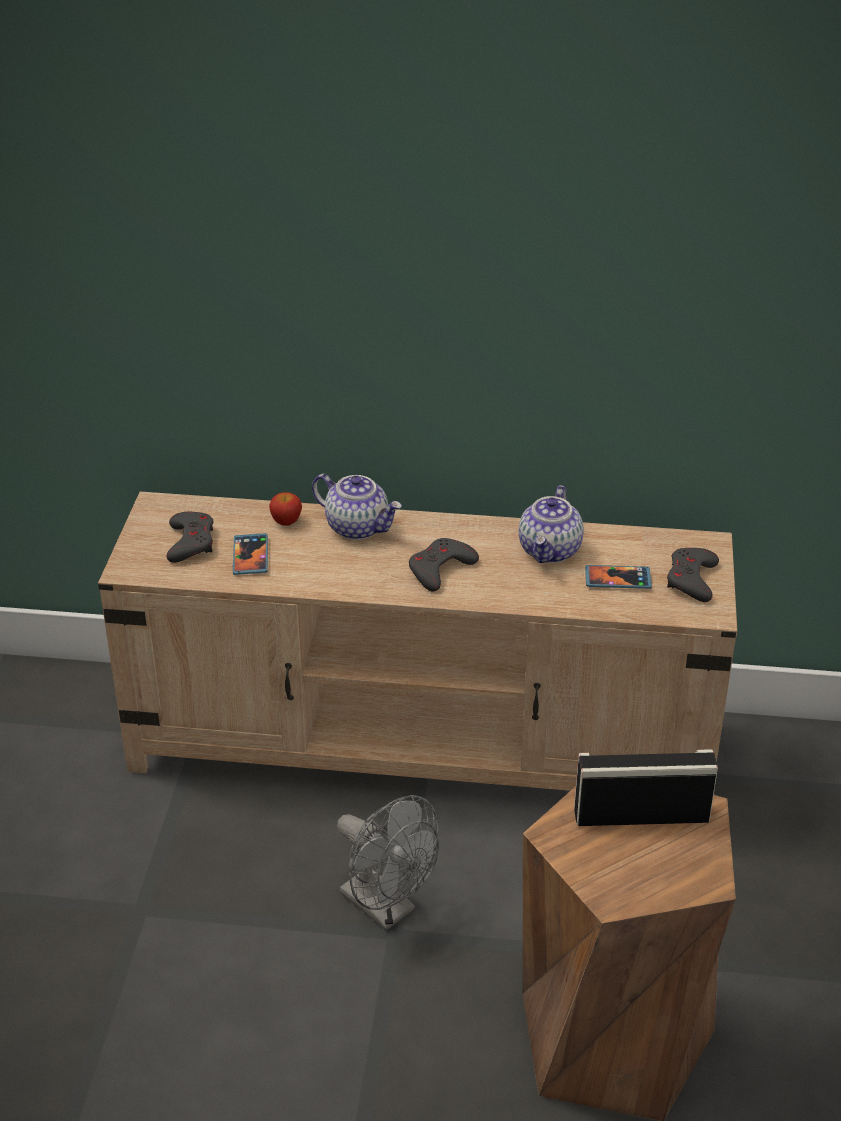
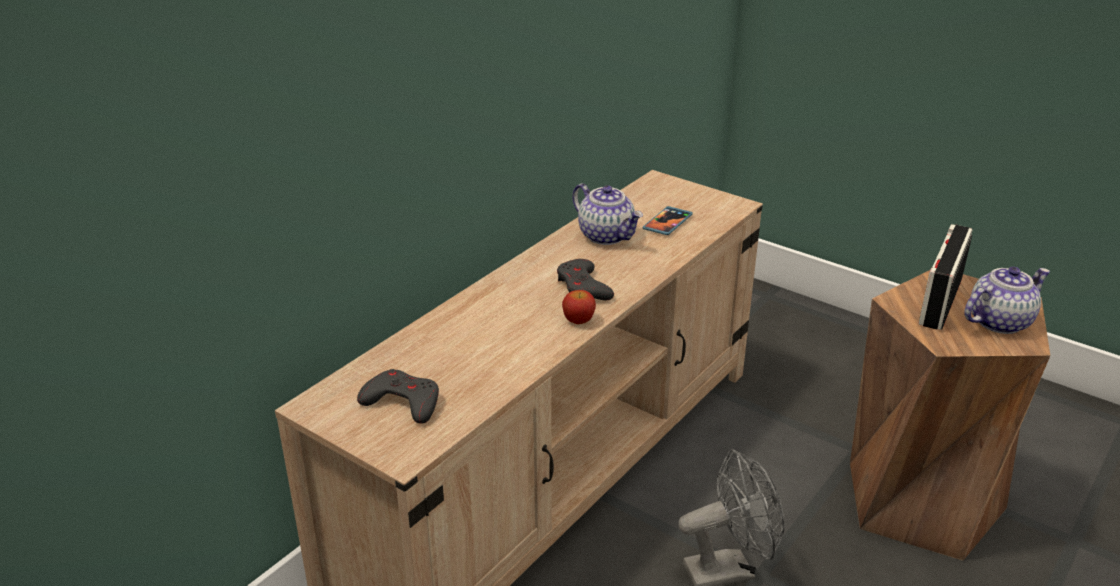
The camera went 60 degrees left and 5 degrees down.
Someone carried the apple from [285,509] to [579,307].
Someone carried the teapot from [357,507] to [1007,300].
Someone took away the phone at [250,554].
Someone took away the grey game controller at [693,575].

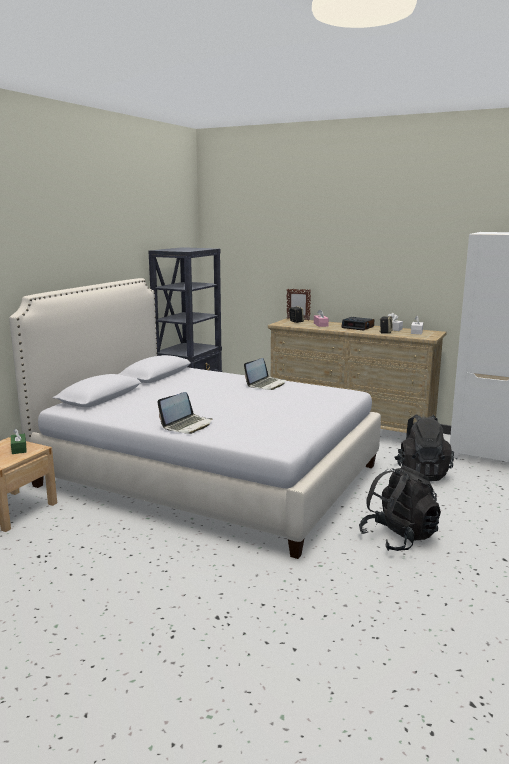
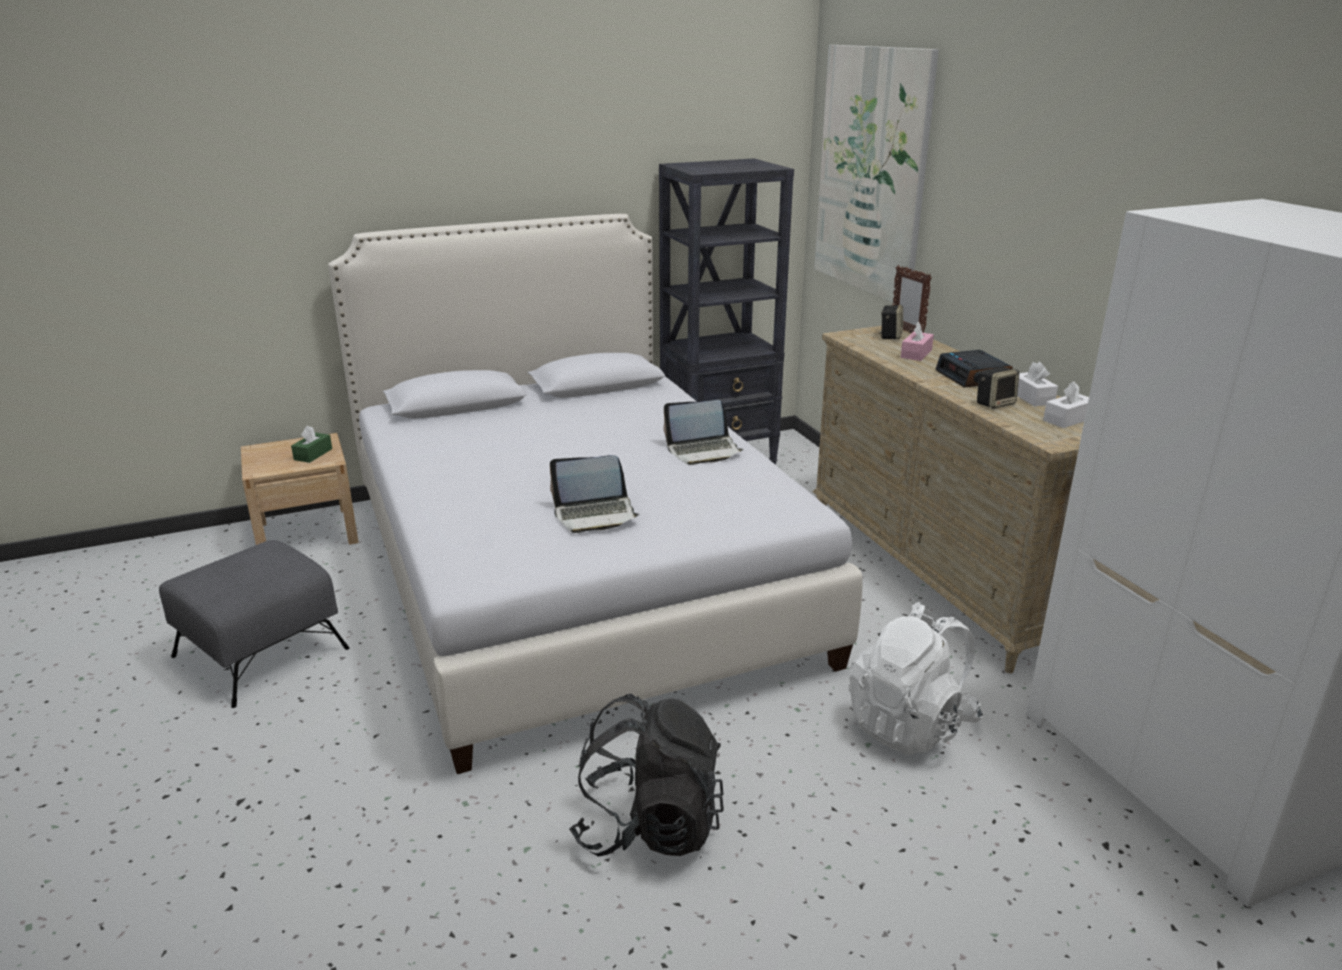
The camera went 40 degrees right and 10 degrees up.
Someone put down the grey ottoman at [254,624].
Someone carried the laptop from [185,413] to [594,494].
Someone put up the picture at [876,173].
Someone repainted the black backpack at [424,447], which became the white backpack at [916,678].

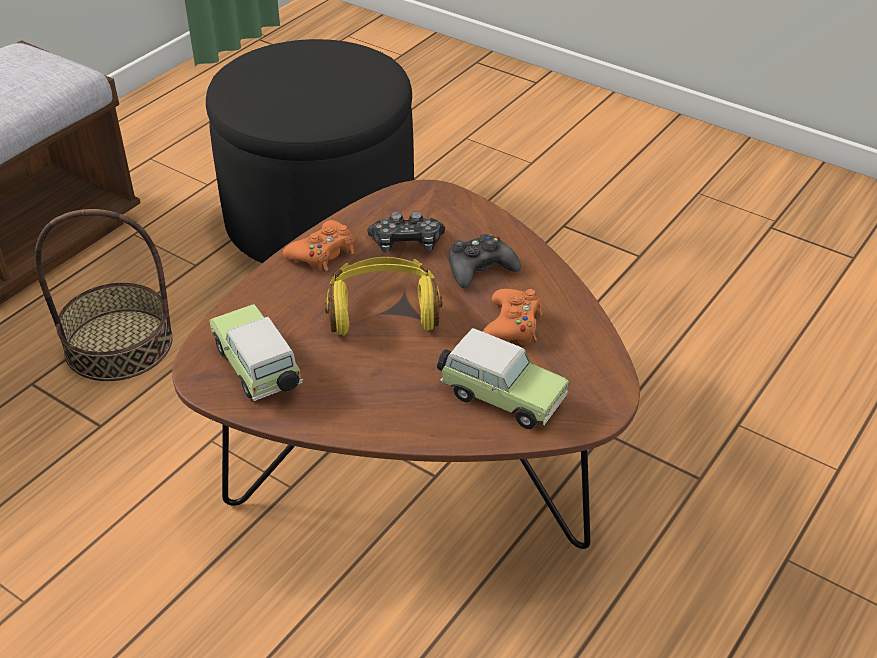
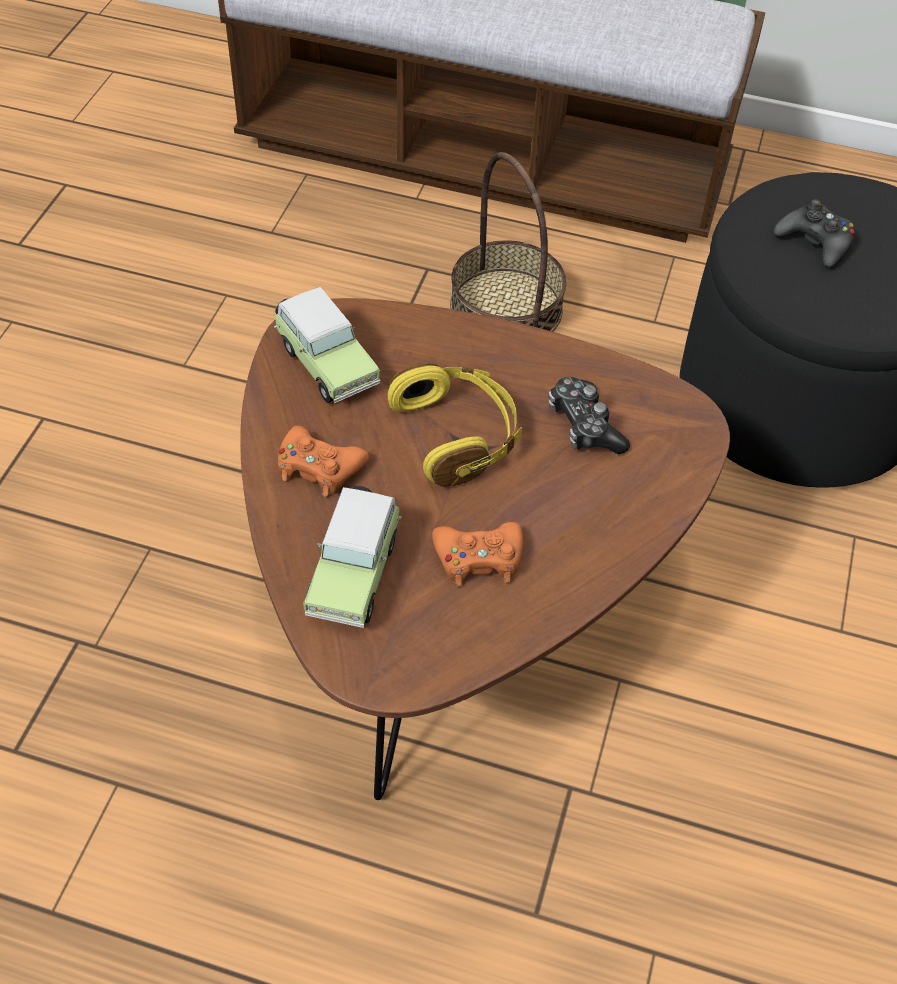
The camera went 70 degrees right and 10 degrees up.
Someone rotated the toy car at [256,352] by 105 degrees clockwise.
Someone carried the orange game controller from [319,246] to [323,461].
Someone carried the black game controller from [485,261] to [814,233].

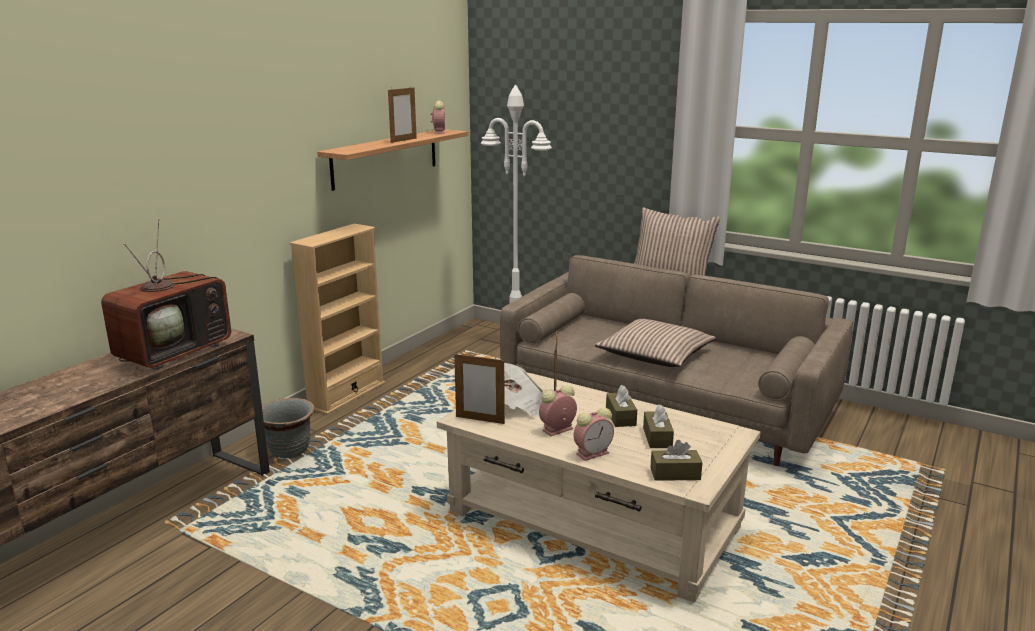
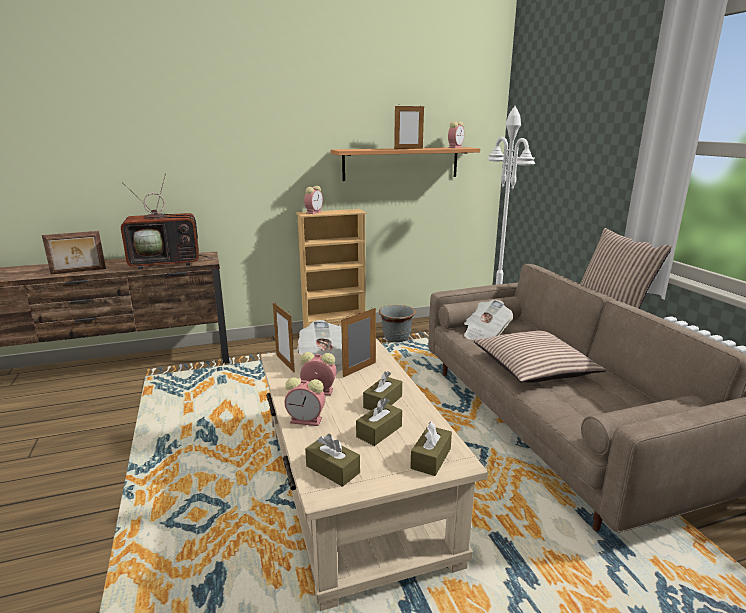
The camera went 40 degrees right and 0 degrees up.
Someone put down the picture frame at [74,253].
Someone put down the alarm clock at [313,199].
Someone carried the grey planter from [288,428] to [397,323].
Someone put down the brown tissue box at [431,449].
Someone put down the newspaper at [488,320].

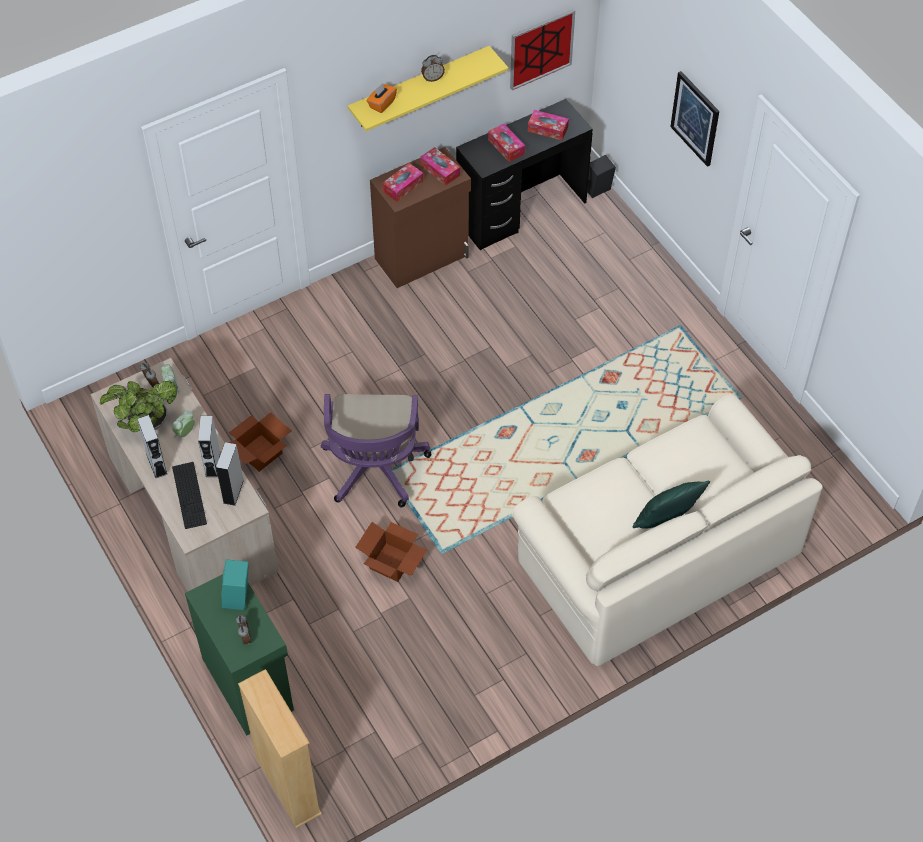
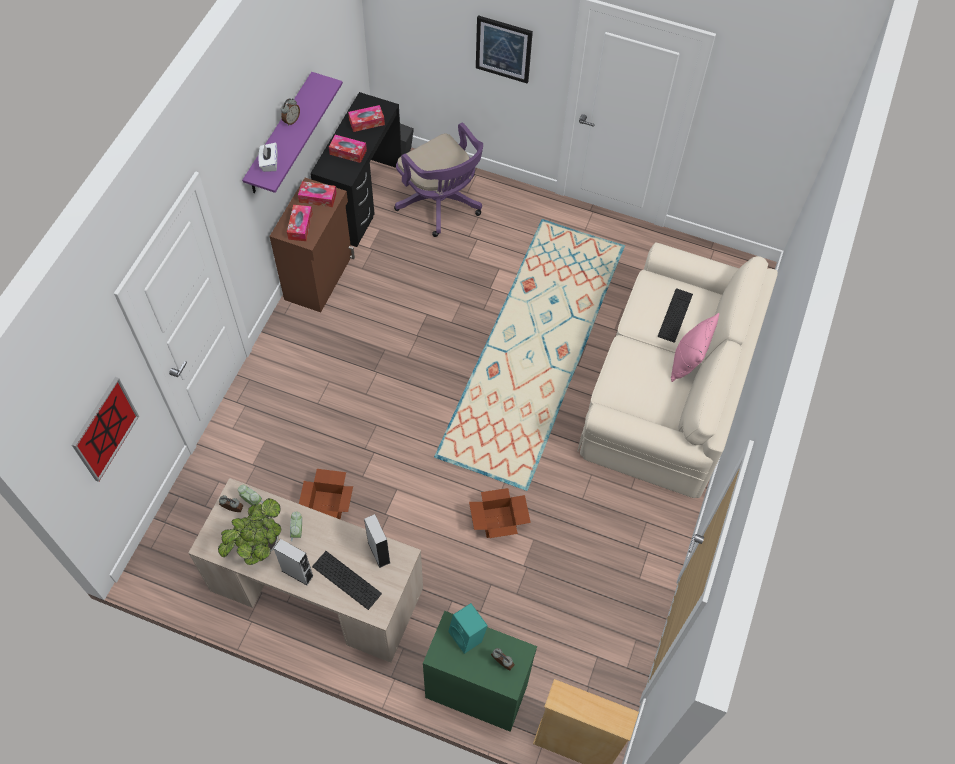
The camera went 40 degrees left and 5 degrees up.
Someone carried the picture from [542,49] to [105,429].
Someone repainted the yellow shelf at [428,88], which became the purple shelf at [292,132].
Someone repainted the orange tissue box at [382,98], which became the white tissue box at [268,157].
Someone carried the purple office chair from [376,450] to [438,180].
Someone put down the keyboard at [675,315].
Someone repainted the green pillow at [671,505], which became the pink pillow at [695,347].
Someone took away the grey speaker at [209,446].

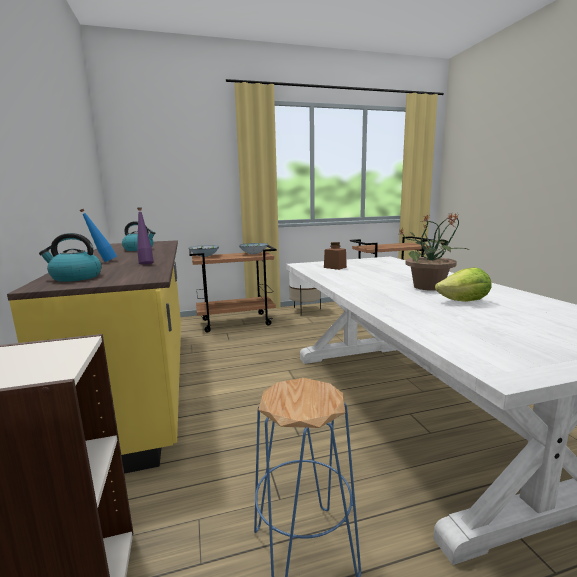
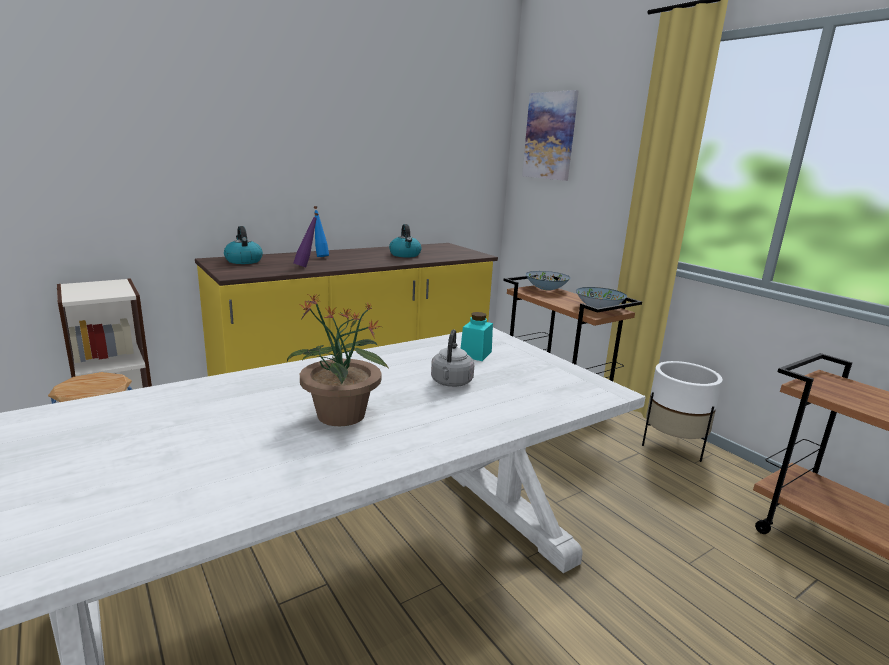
The camera went 70 degrees right and 5 degrees up.
Someone put down the grey kettle at [452,358].
Someone repainted the brown jar at [335,256], which became the turquoise jar at [477,336].
Someone put up the picture at [550,135].
Someone took away the lettuce at [463,284].

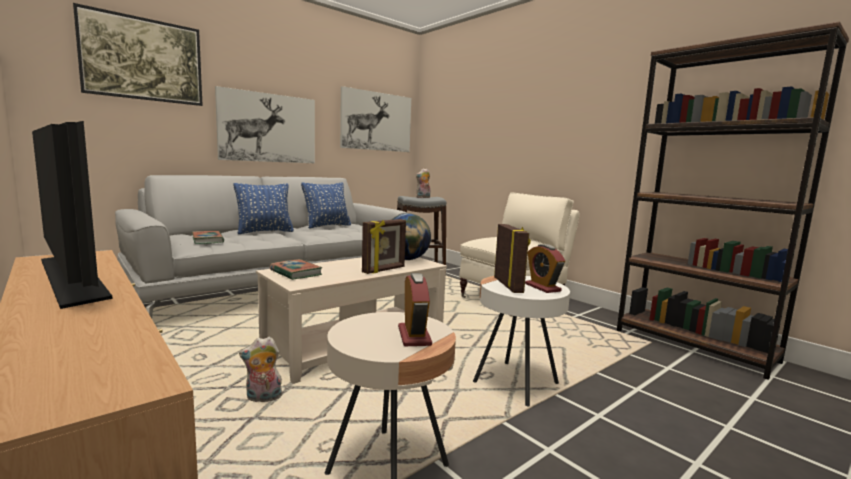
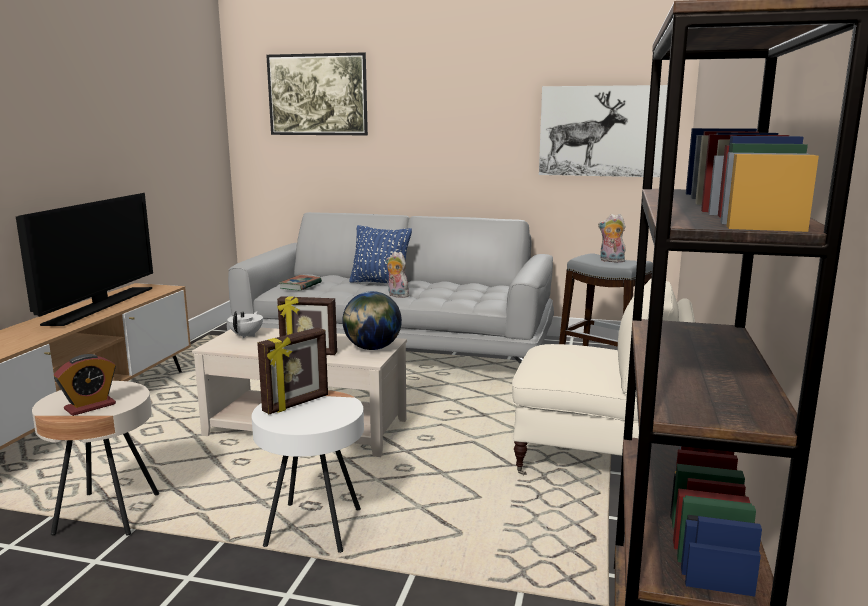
The camera went 55 degrees right and 5 degrees up.
Someone swapped the book at [296,269] for the white teapot at [245,324].
Someone carried the plush toy from [260,369] to [398,274].
Someone took away the picture at [265,124].
Someone took away the blue pillow at [326,205].
Someone took away the alarm clock at [545,268].

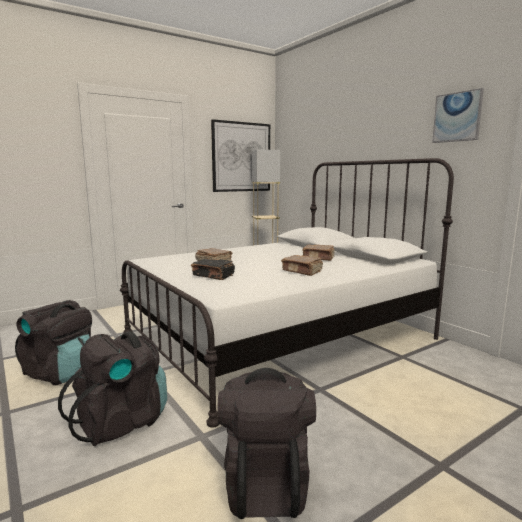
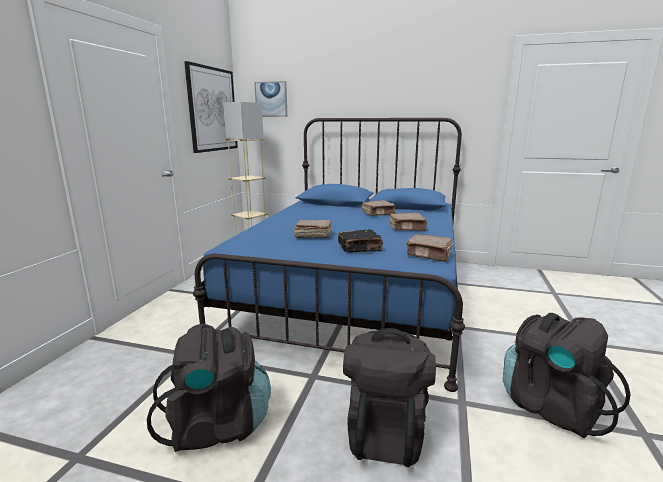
The camera went 40 degrees left and 5 degrees up.
Someone repainted the white bed at [287,293], which became the blue bed at [329,255].
Someone carried the picture from [458,115] to [270,99].
Someone put down the brown book at [429,248].

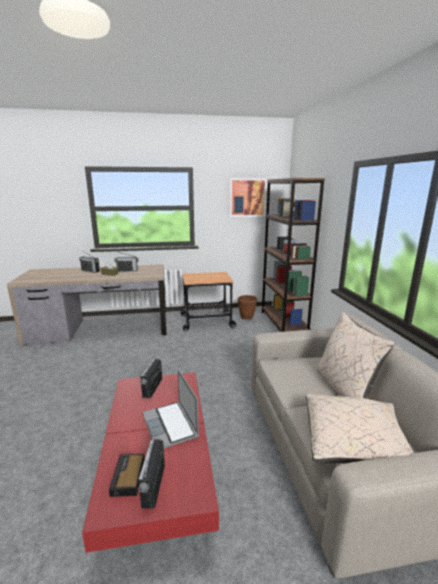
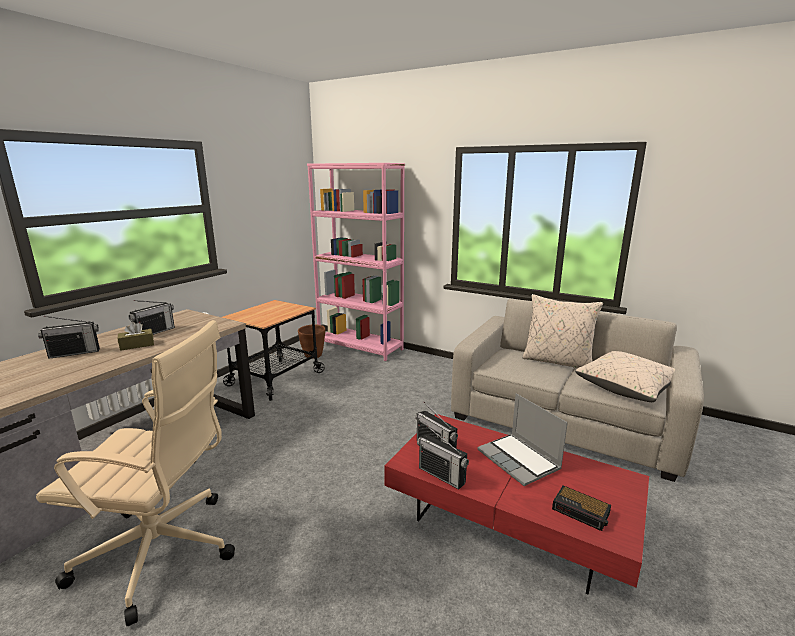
The camera went 50 degrees left and 0 degrees up.
Someone put down the beige office chair at [135,473].
Someone repainted the brown bookcase at [293,255], which became the pink bookcase at [356,262].
Someone carried the radio from [151,470] to [443,458].
Someone rotated the laptop at [170,408] by 45 degrees clockwise.
Someone took away the picture at [248,197].

